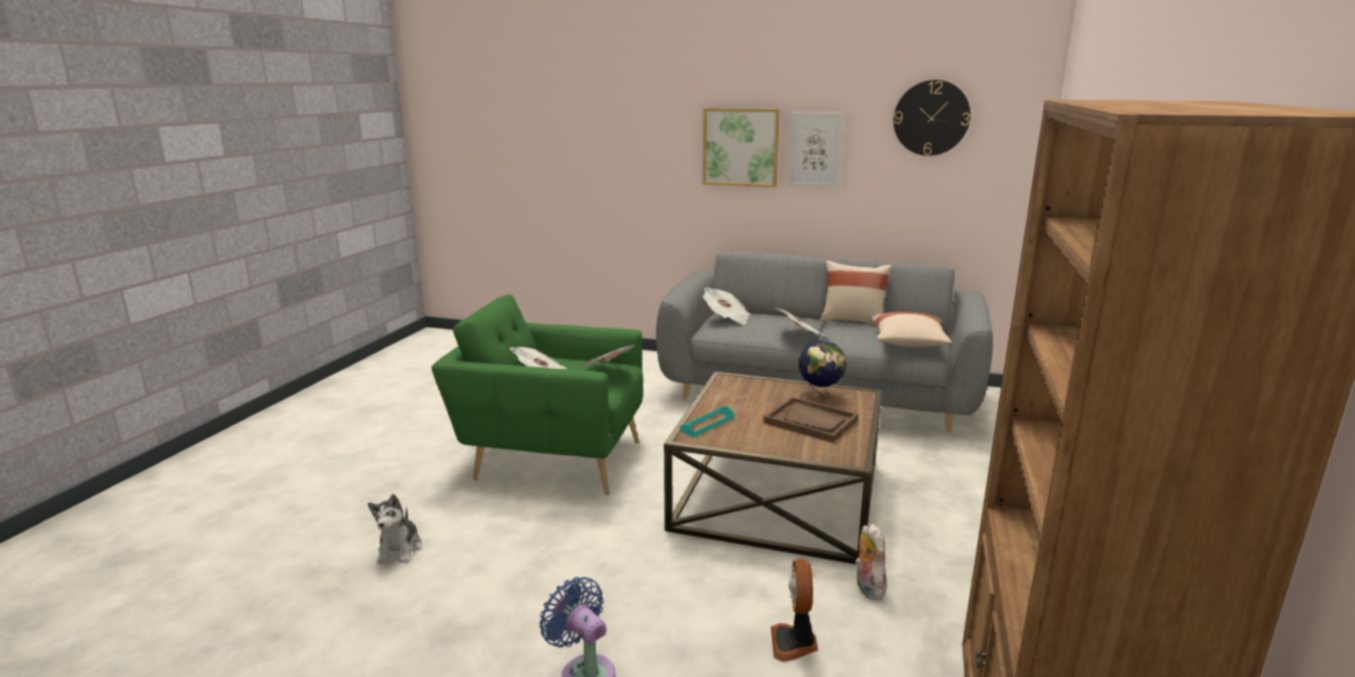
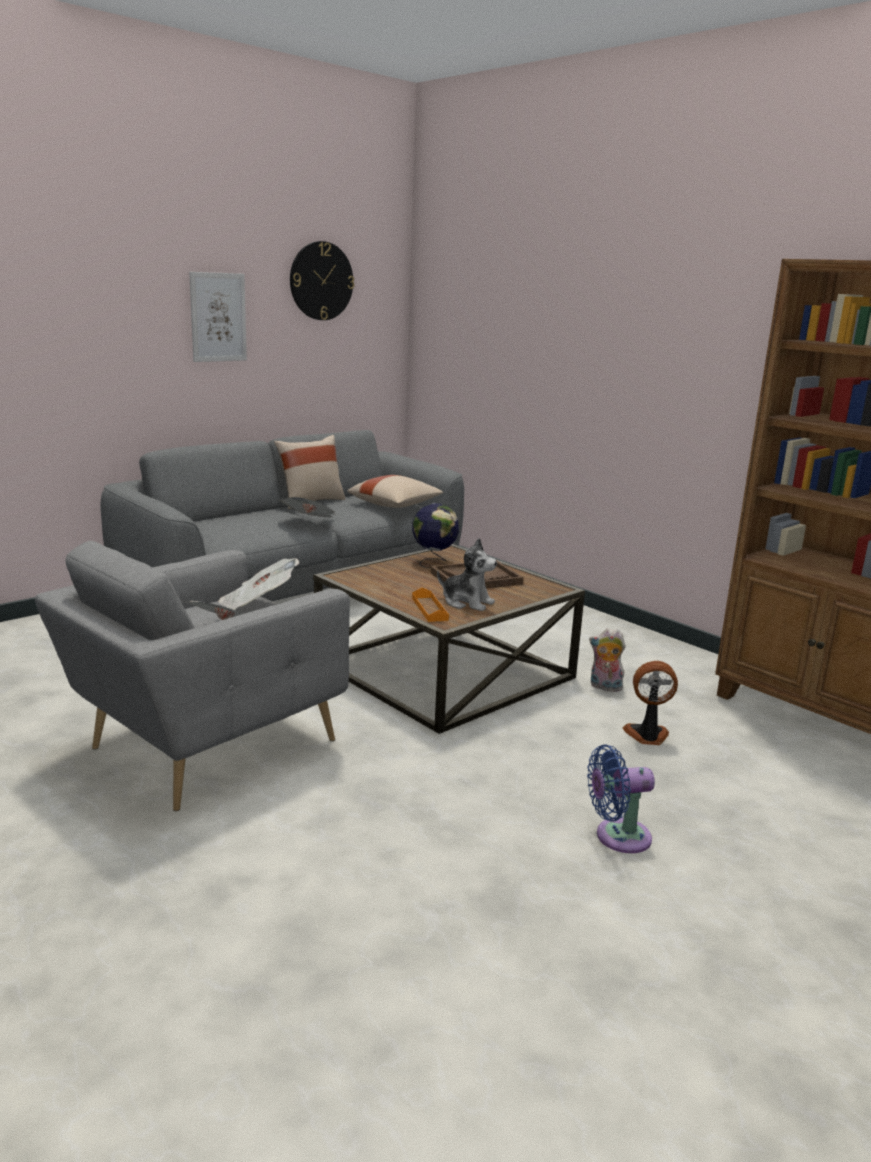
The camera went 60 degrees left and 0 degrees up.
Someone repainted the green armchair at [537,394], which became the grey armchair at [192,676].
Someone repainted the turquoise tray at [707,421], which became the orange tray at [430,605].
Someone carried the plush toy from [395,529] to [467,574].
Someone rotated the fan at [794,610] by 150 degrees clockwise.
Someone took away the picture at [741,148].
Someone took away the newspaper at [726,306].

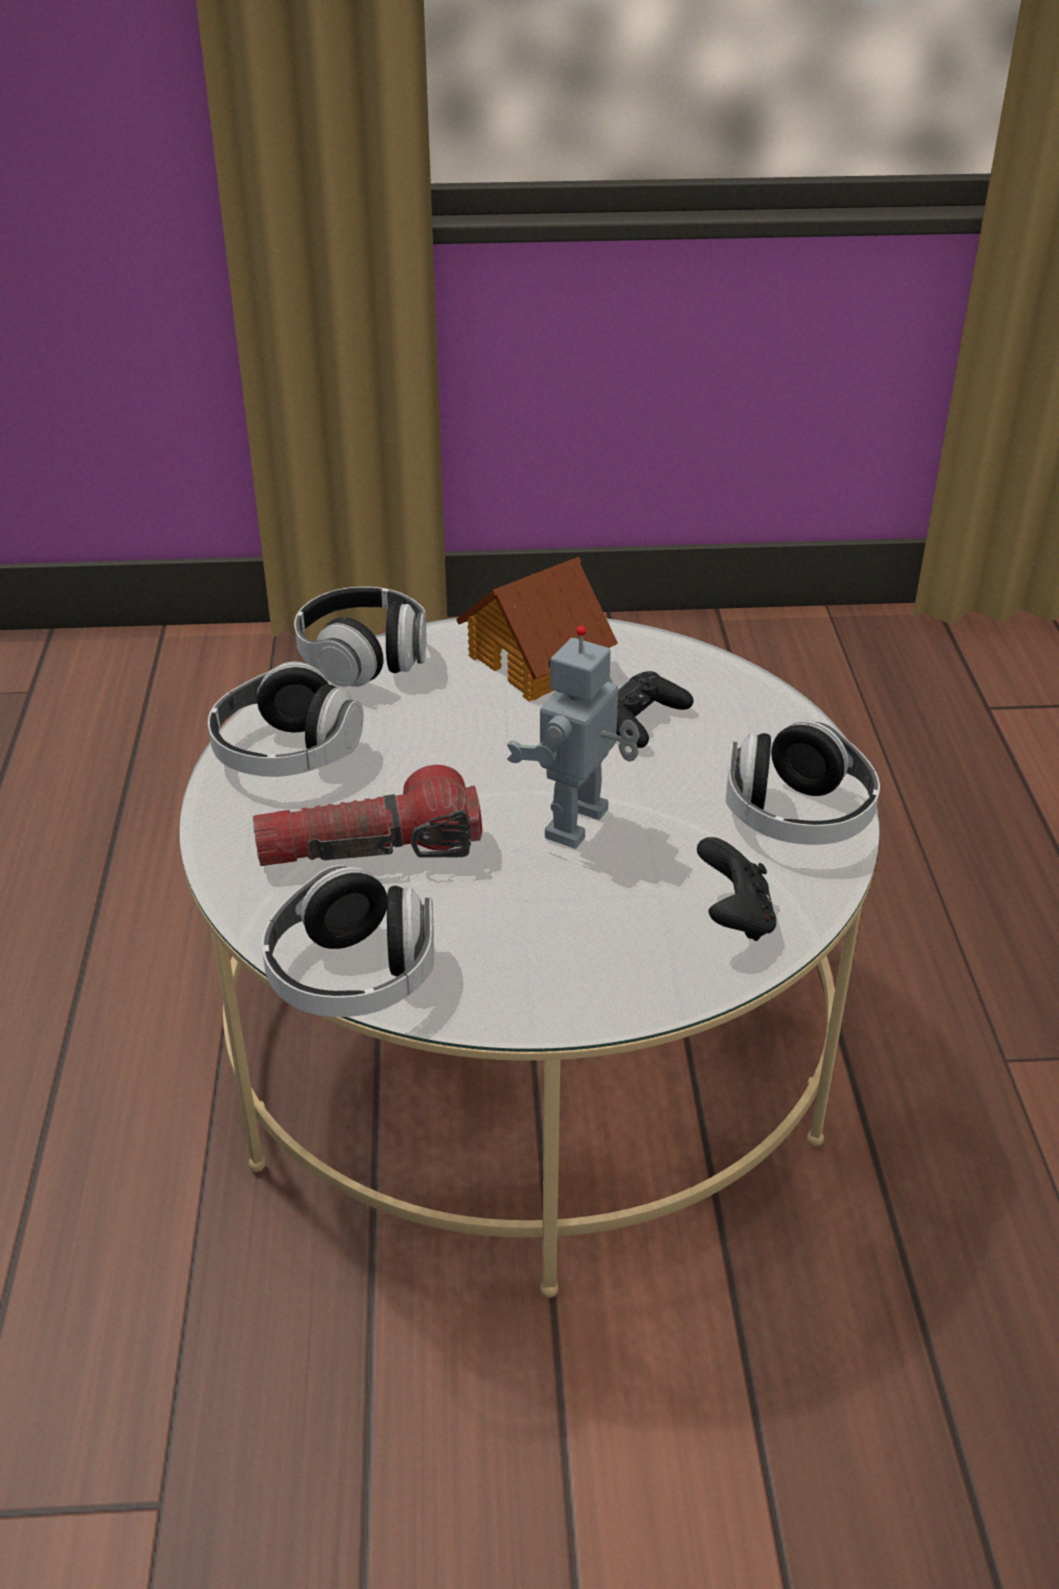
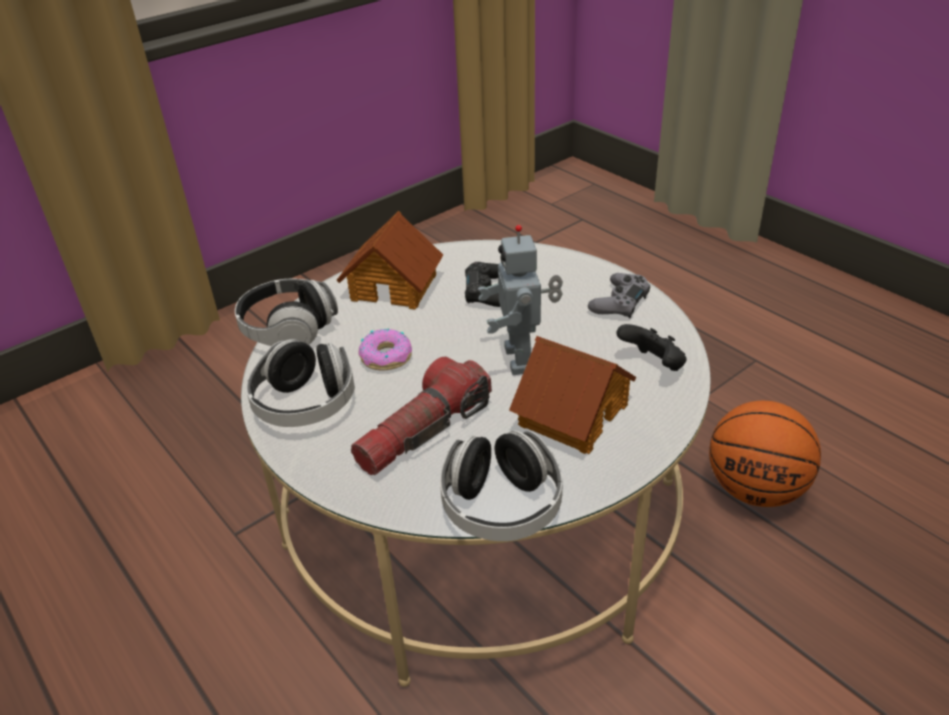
The camera went 35 degrees left and 0 degrees up.
Someone put down the donut at [385,349].
Someone put down the toy house at [572,395].
Someone swapped the headphones at [803,783] for the grey game controller at [619,296].
Someone put down the basketball at [765,454].

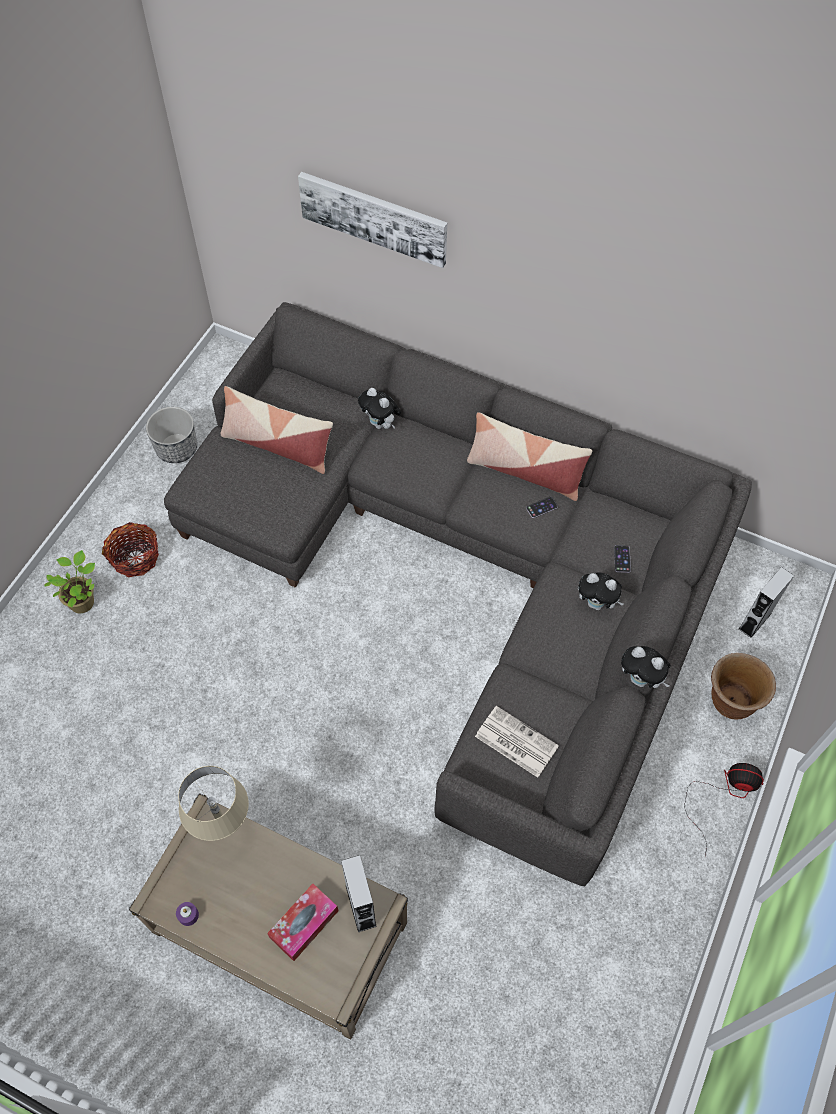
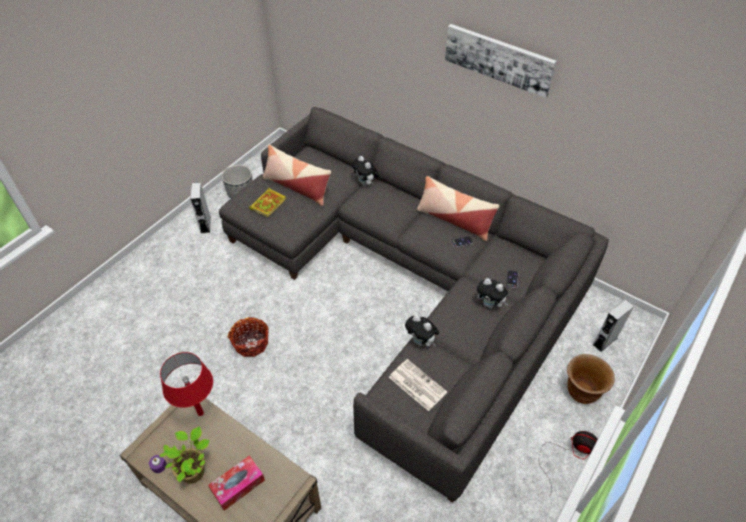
The camera went 10 degrees right and 10 degrees down.
Someone carried the potted plant from [69,581] to [184,455].
Someone repainted the beige table lamp at [213,803], which became the red table lamp at [186,384].
Someone carried the grey speaker from [359,893] to [200,208].
Someone carried the basket from [130,549] to [248,337].
Someone put down the book at [267,202].
Someone carried the plush toy from [646,667] to [422,330].
Someone carried the picture from [372,220] to [501,61].

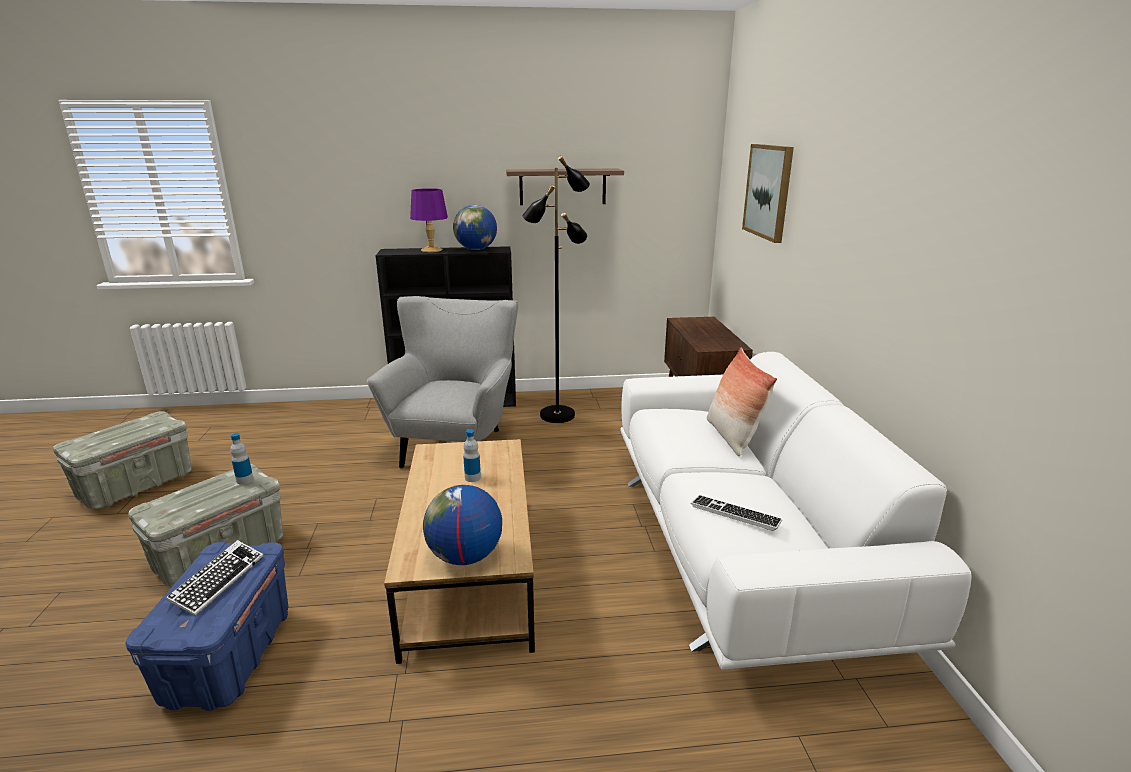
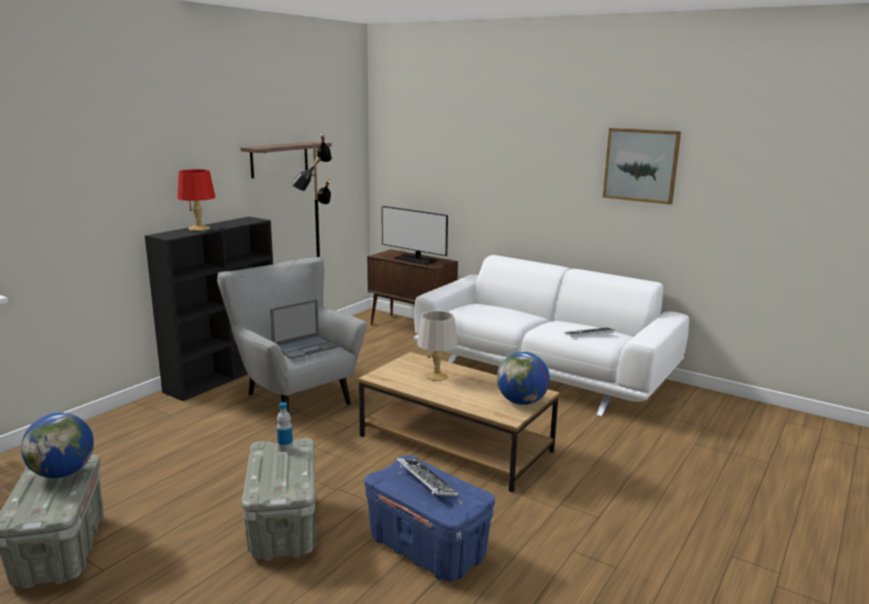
The camera went 50 degrees left and 5 degrees down.
Someone carried the globe from [475,227] to [57,445].
Someone repainted the purple table lamp at [429,220], which became the red table lamp at [196,200].
Someone put down the laptop at [304,329].
Someone put down the monitor at [415,235].
Someone swapped the bottle at [472,455] for the grey table lamp at [437,346].
Someone carried the picture from [768,193] to [642,166].
Someone took away the pillow at [742,402].

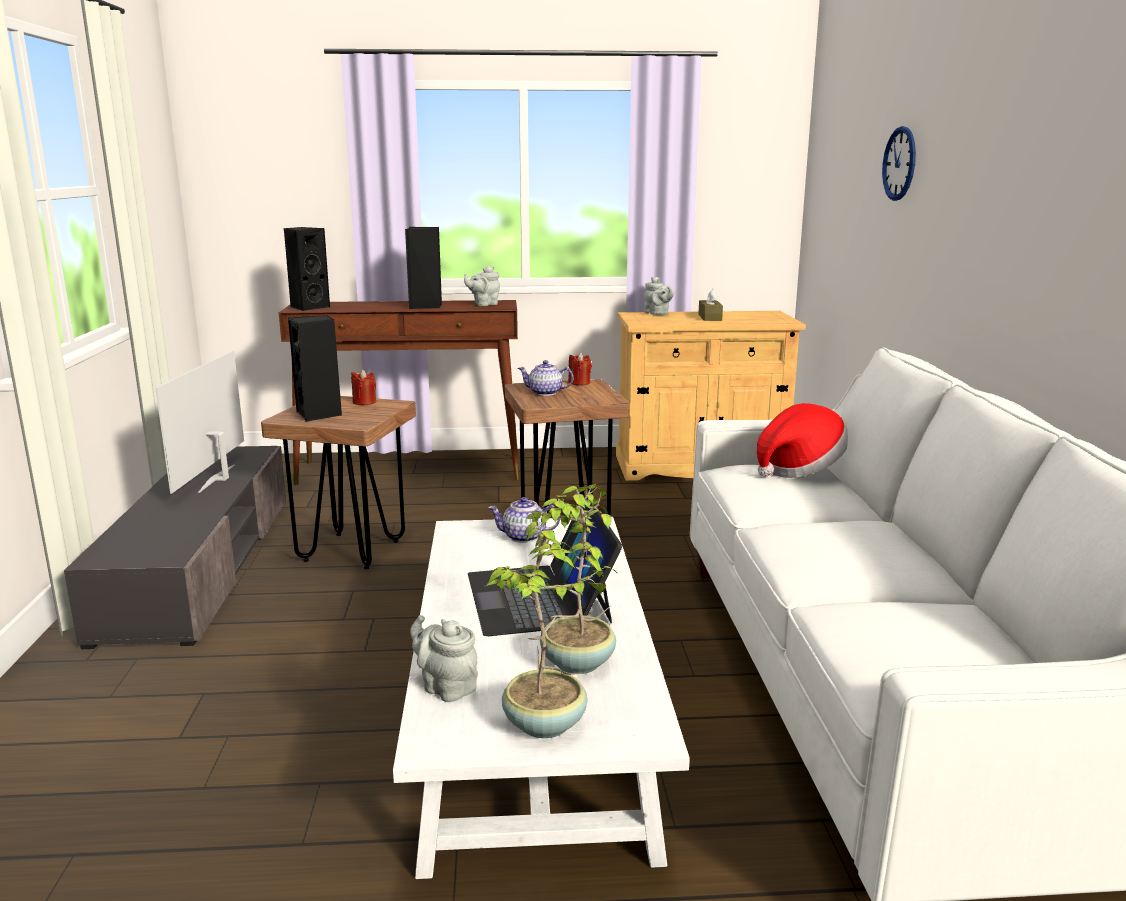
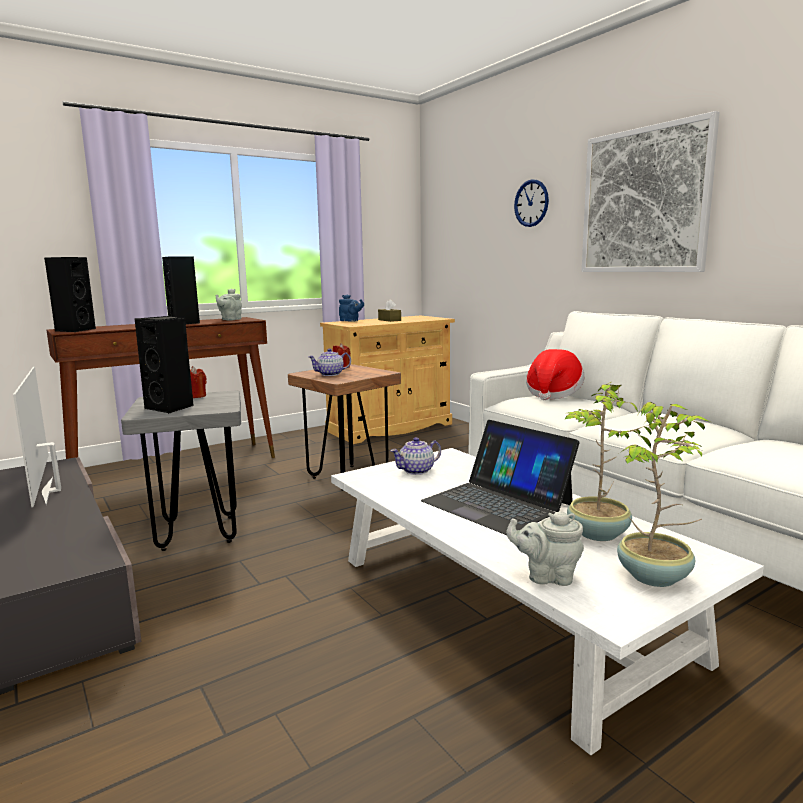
The camera went 30 degrees left and 5 degrees down.
Someone repainted the brown stool at [338,482], which became the grey stool at [181,471].
Someone repainted the grey teapot at [659,296], which became the blue teapot at [351,307].
Someone put up the picture at [651,191].

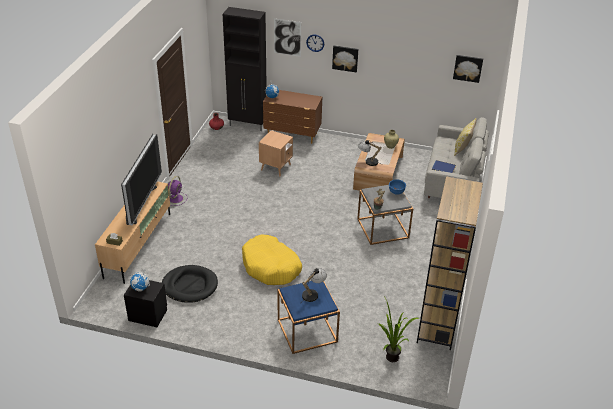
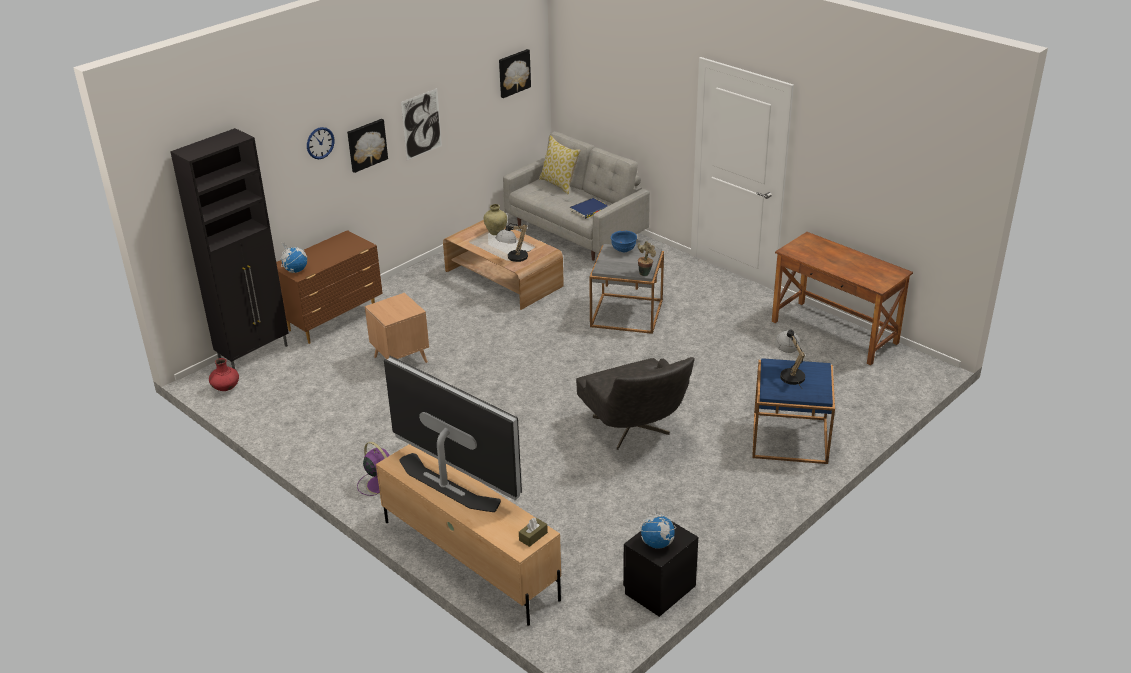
The camera went 60 degrees left and 5 degrees down.
Someone carried the picture from [287,37] to [421,124].
Someone swapped the yellow dog bed at [272,259] for the grey armchair at [635,403].
Someone swapped the brown bookcase at [450,263] for the brown desk at [842,298].
Someone took away the black dog bed at [190,284].
Someone took away the potted plant at [398,330].

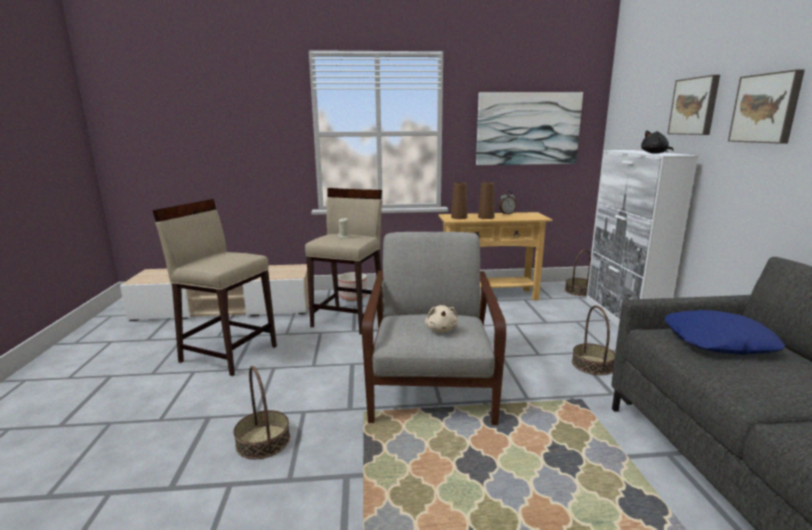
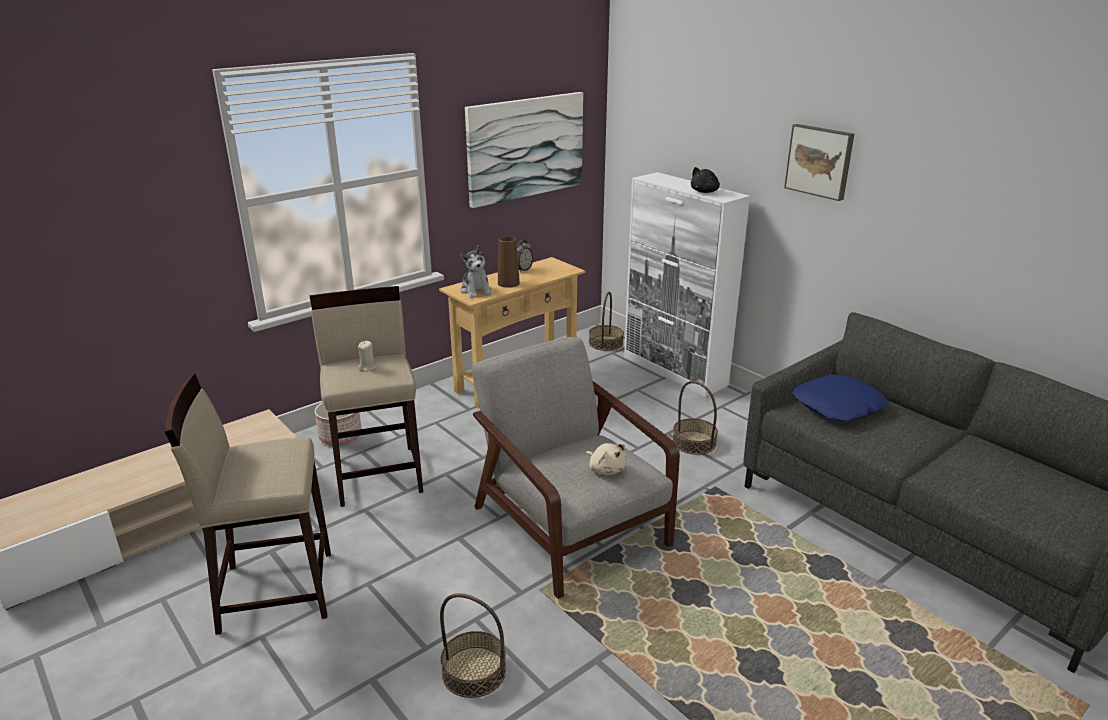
The camera went 35 degrees left and 10 degrees up.
Someone swapped the brown vase at [459,200] for the plush toy at [476,271].
Someone took away the picture at [693,105].

